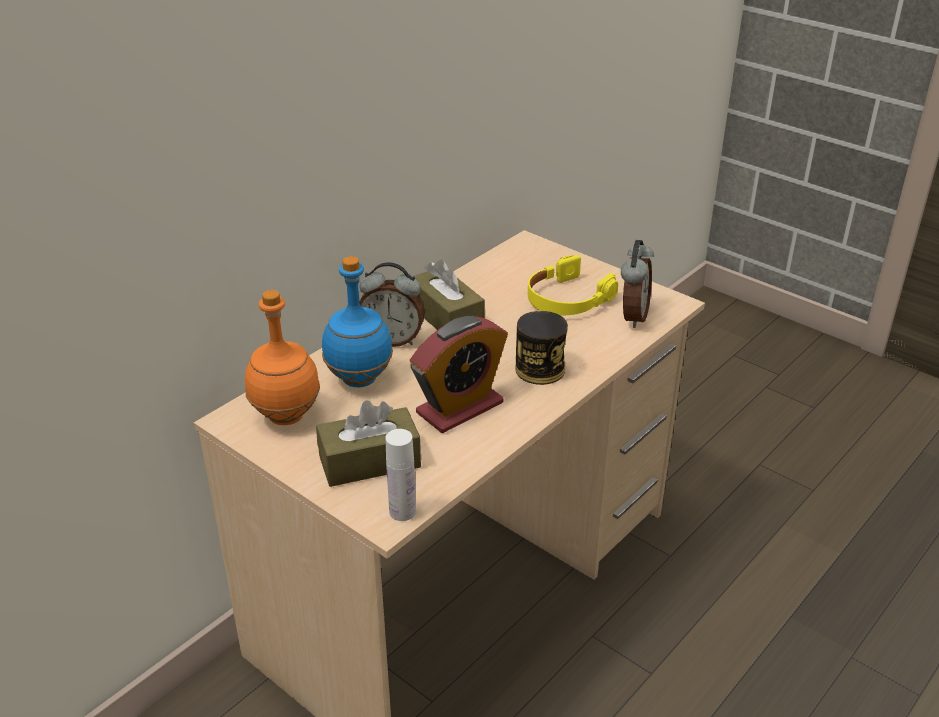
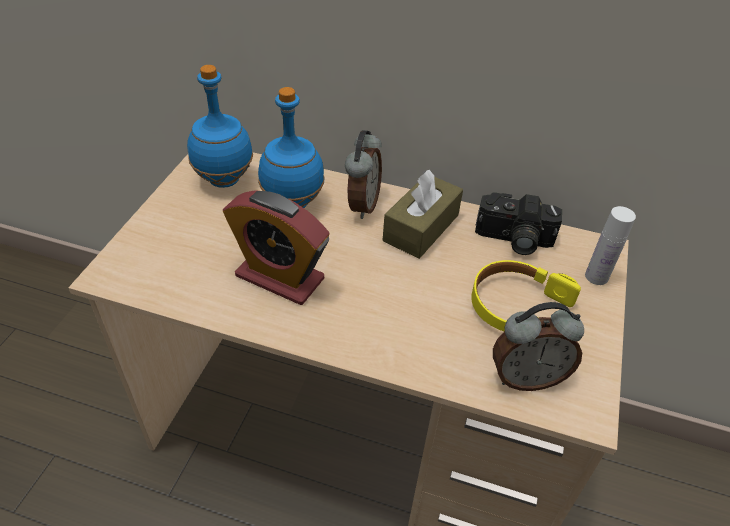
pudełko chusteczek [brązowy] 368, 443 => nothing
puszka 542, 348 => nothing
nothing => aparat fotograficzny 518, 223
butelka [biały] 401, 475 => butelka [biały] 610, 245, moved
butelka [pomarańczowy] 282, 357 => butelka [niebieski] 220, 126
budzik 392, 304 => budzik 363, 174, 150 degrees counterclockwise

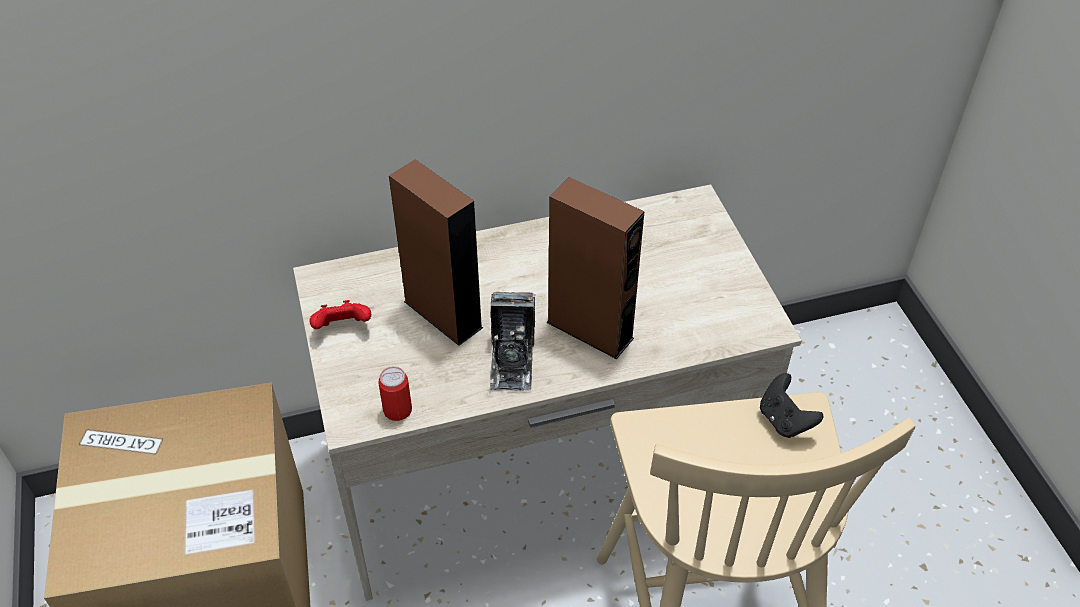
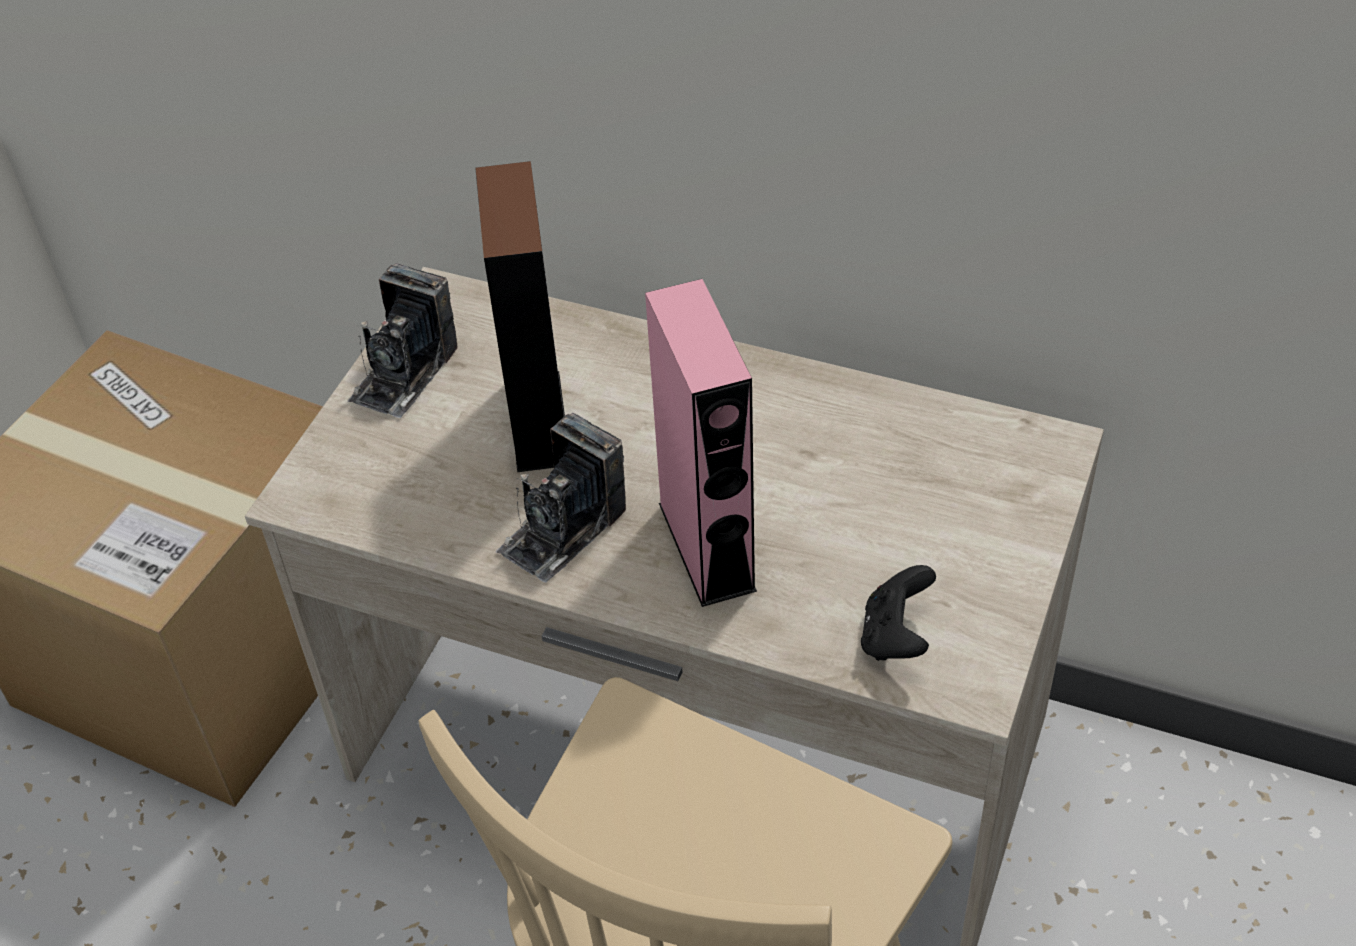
puszka 395, 393 => nothing
pad do gier [czarny] 792, 405 => pad do gier [czarny] 898, 613, moved
pad do gier [czerwony] 340, 314 => aparat fotograficzny 403, 340
głośnik [brązowy] 595, 268 => głośnik [różowy] 701, 443

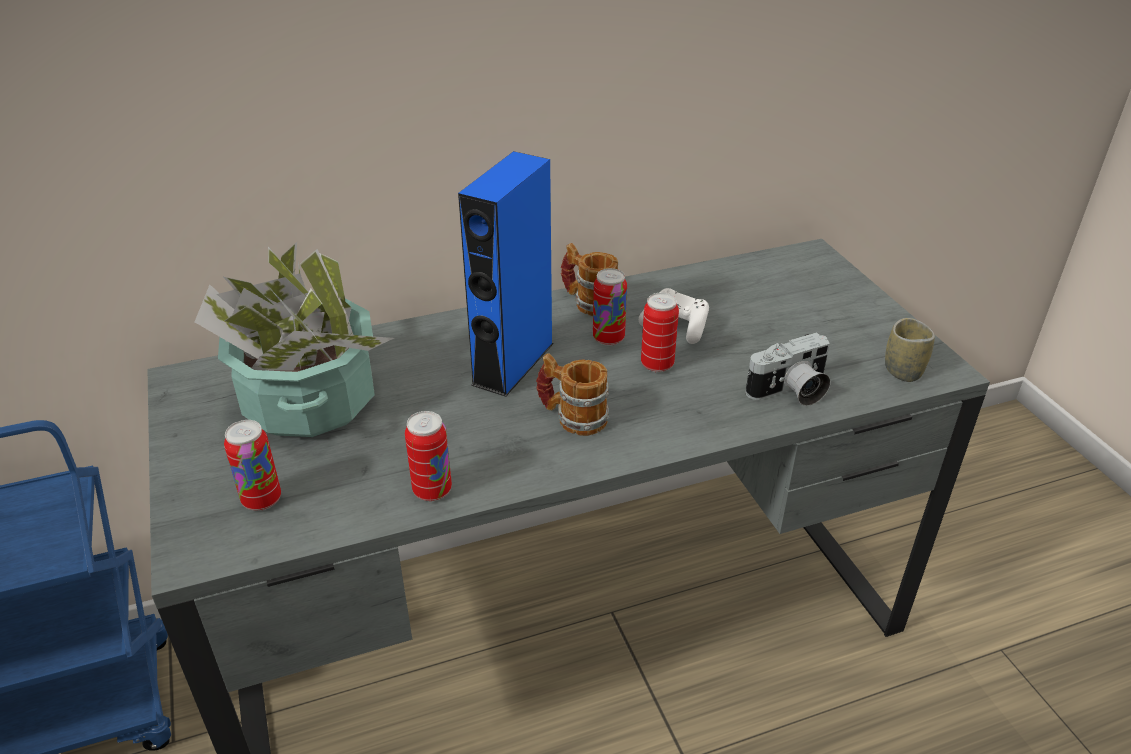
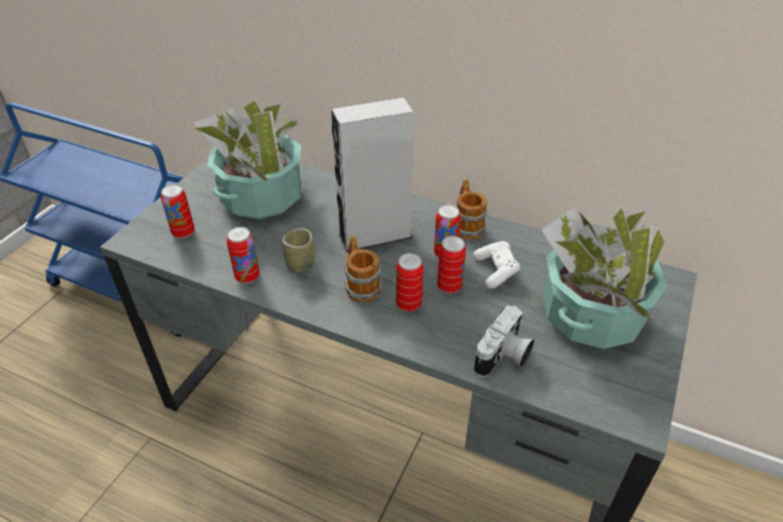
nothing => puszka 410, 282
nothing => roślina doniczkowa 605, 277
filiżanka 910, 350 => filiżanka 298, 250, moved
głośnik [niebieski] 506, 274 => głośnik [szary] 372, 174
aparat fotograficzny 788, 369 => aparat fotograficzny 504, 341, 75 degrees counterclockwise

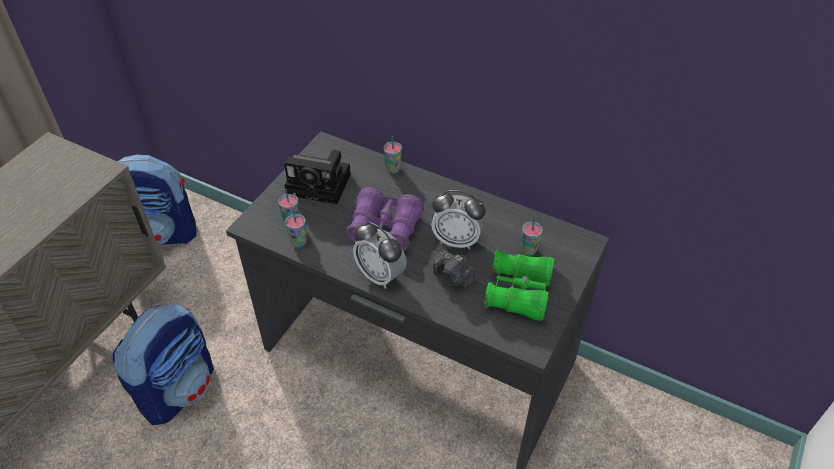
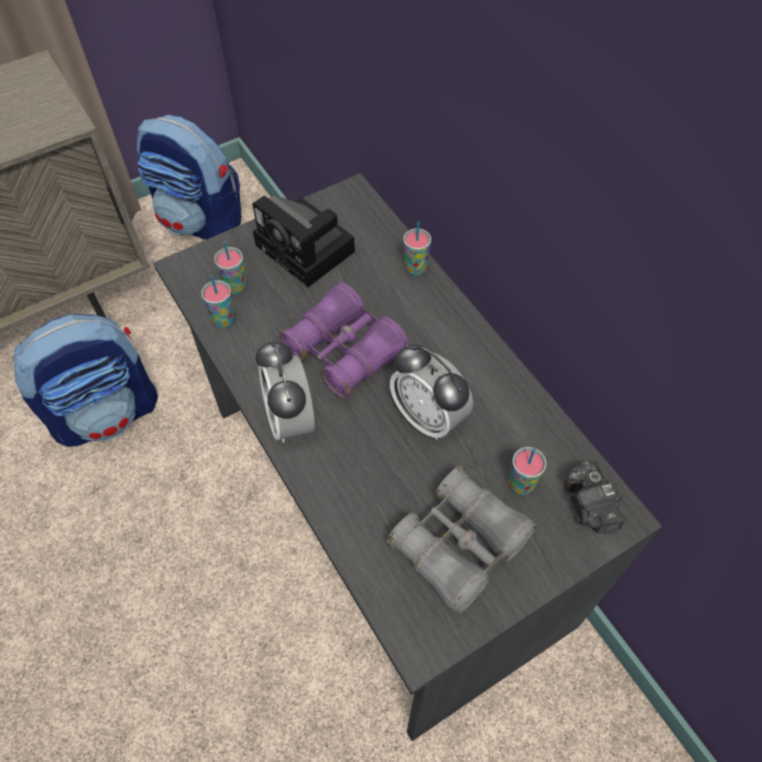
aparat fotograficzny 454, 269 => aparat fotograficzny 595, 497, moved
lornetka [zielony] 519, 285 => lornetka [szary] 461, 540

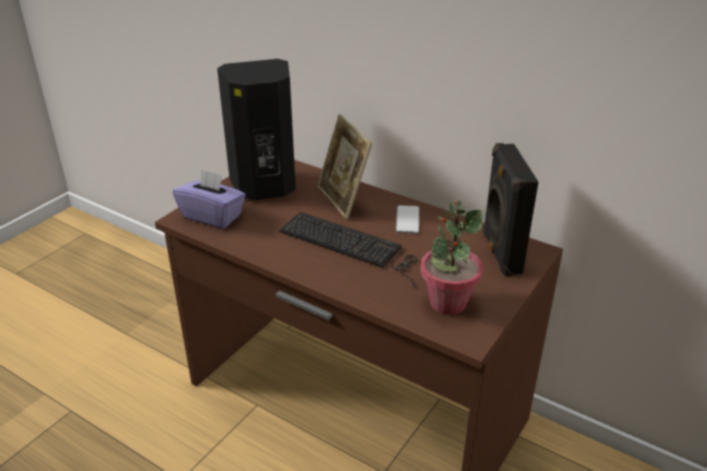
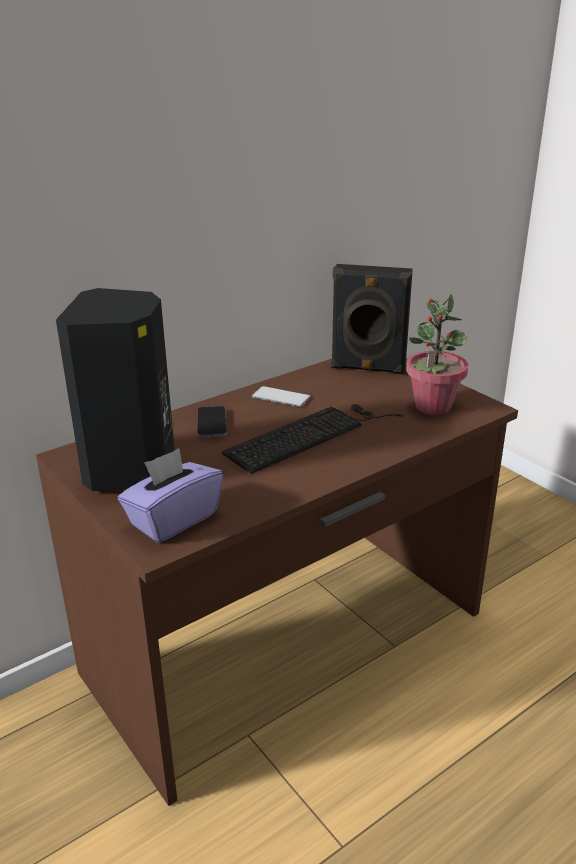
ramka na zdjęcie 344, 166 => telefon 212, 422

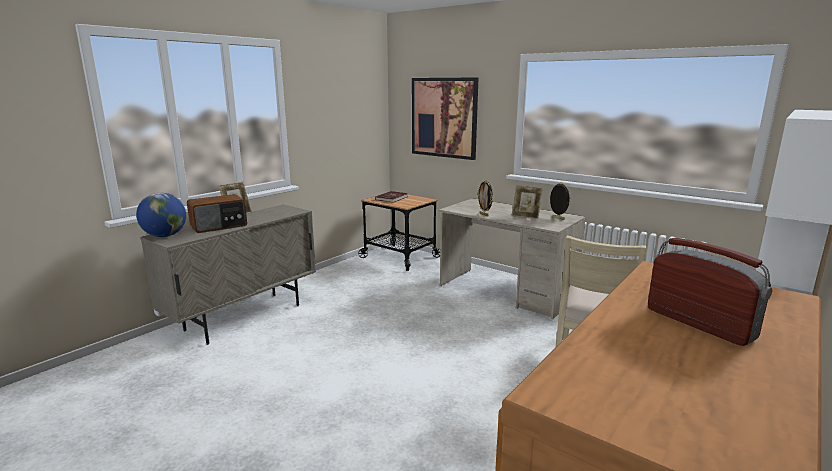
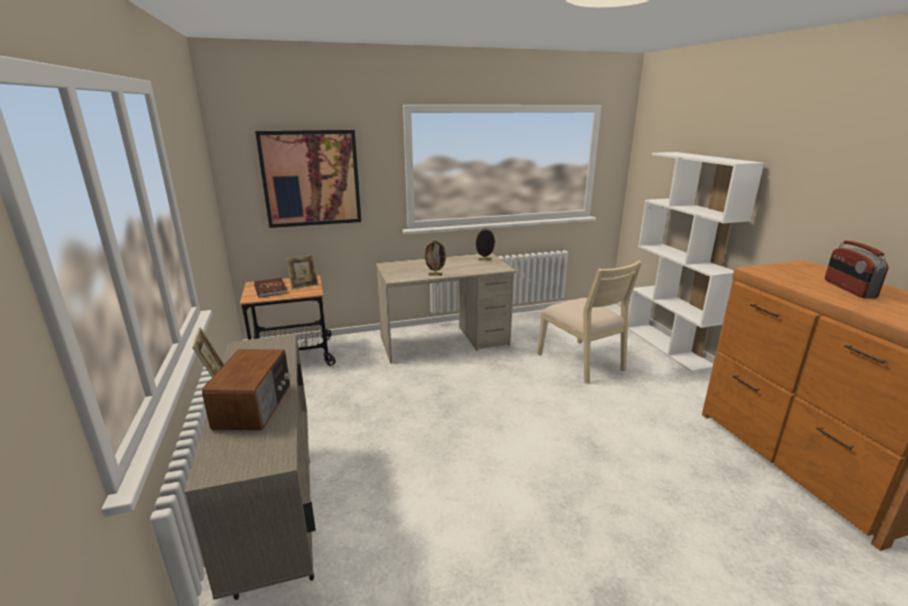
globus 161, 215 => nothing
ramka na zdjęcie 527, 202 => ramka na zdjęcie 302, 272, moved
radio 710, 292 => radio 857, 269, 90 degrees counterclockwise

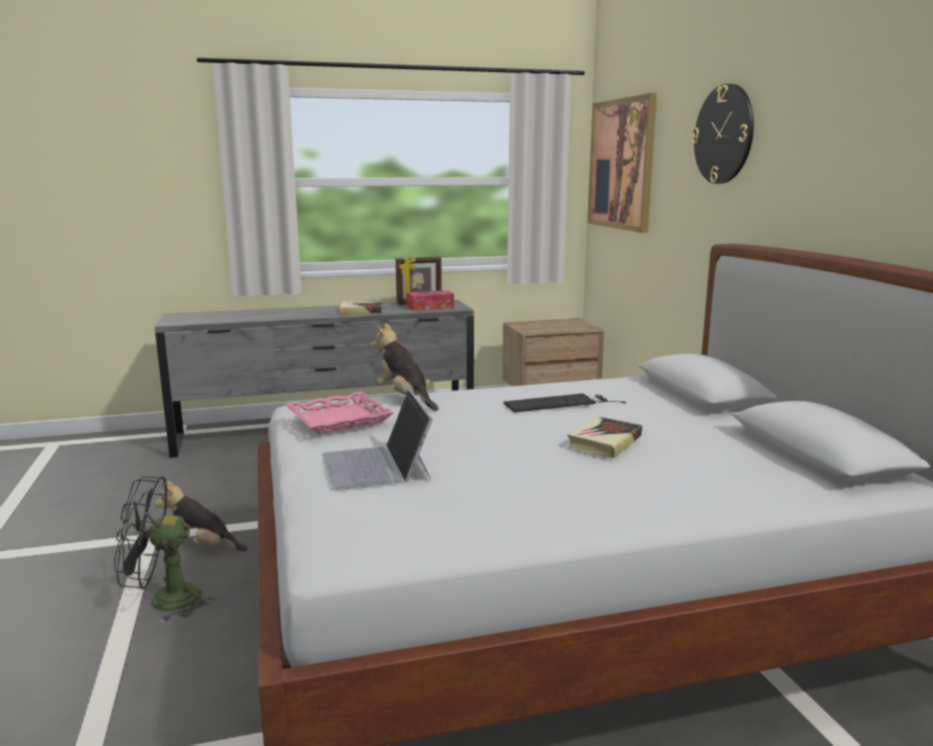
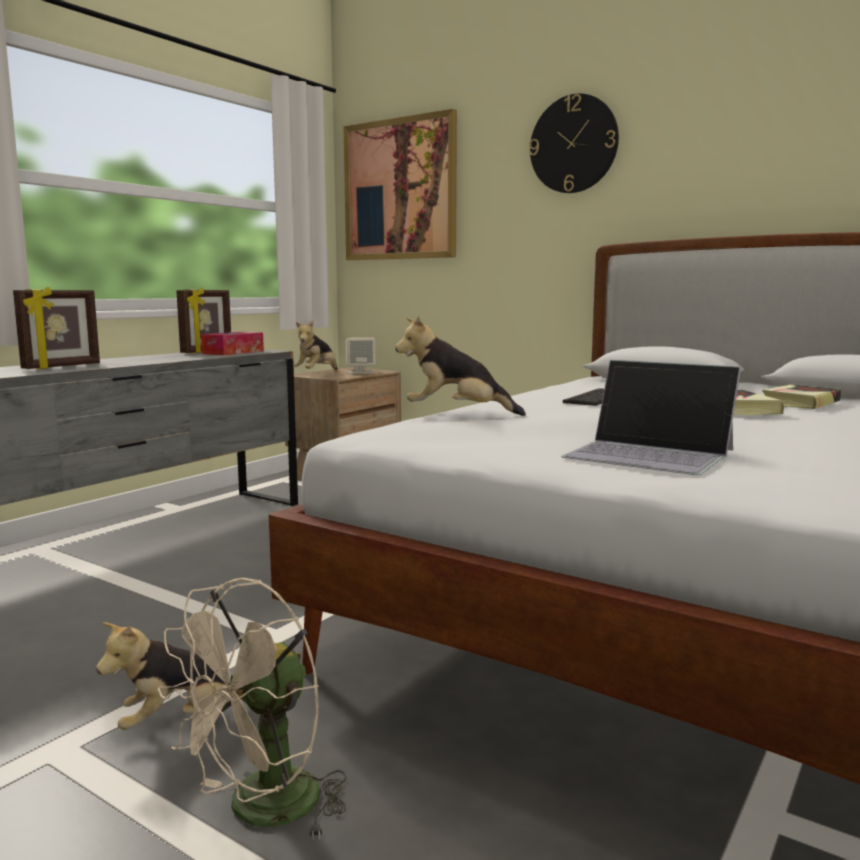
taca [różowy] 339, 412 => nothing
nothing => ramka na zdjęcie 56, 328
nothing => pluszak 315, 345
nothing => głośnik [beżowy] 361, 356
książka 361, 307 => książka 802, 397, moved
wentylator [czarny] 164, 549 => wentylator [beżowy] 252, 709

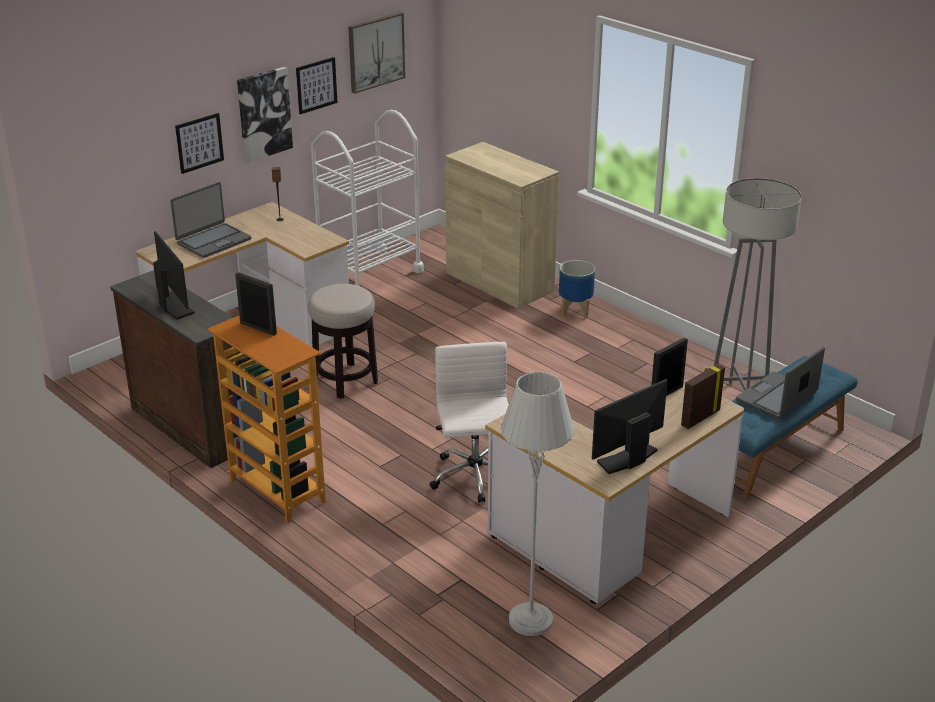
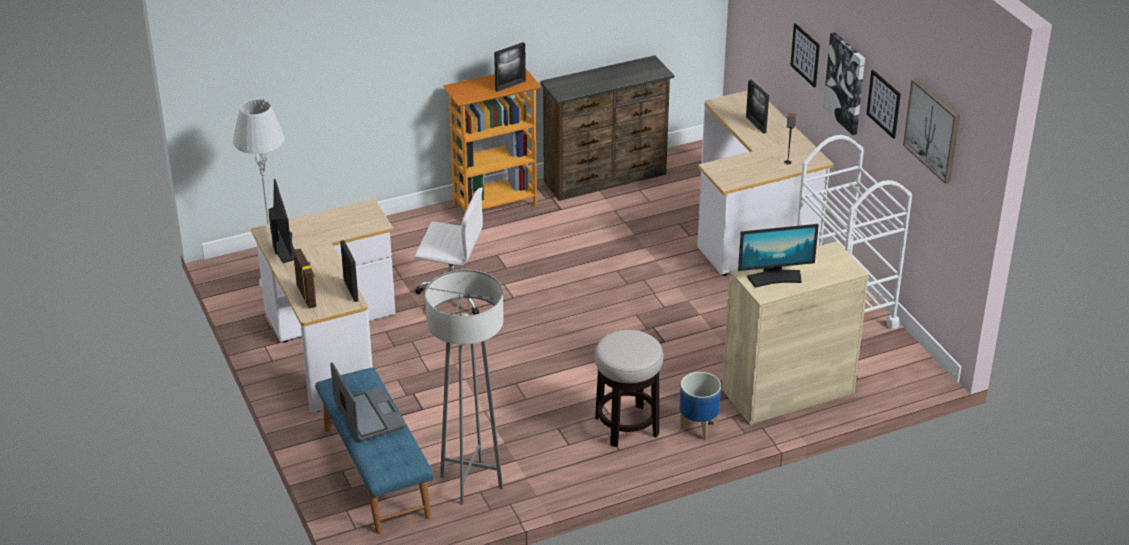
monitor 174, 275 => monitor 778, 256, moved
stołek 343, 341 => stołek 628, 388, moved
laptop 211, 220 => ramka na zdjęcie 757, 107

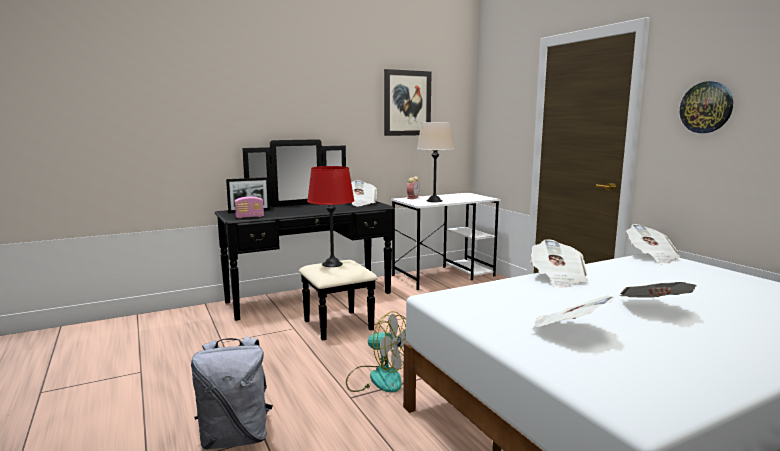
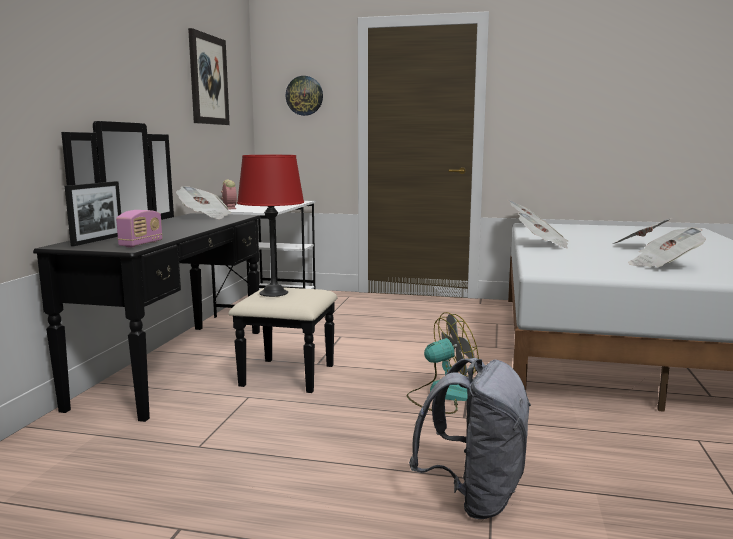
lampa stołowa [beżowy] 435, 162 => nothing
zegar ścienny 706, 107 => zegar ścienny 304, 96, moved

